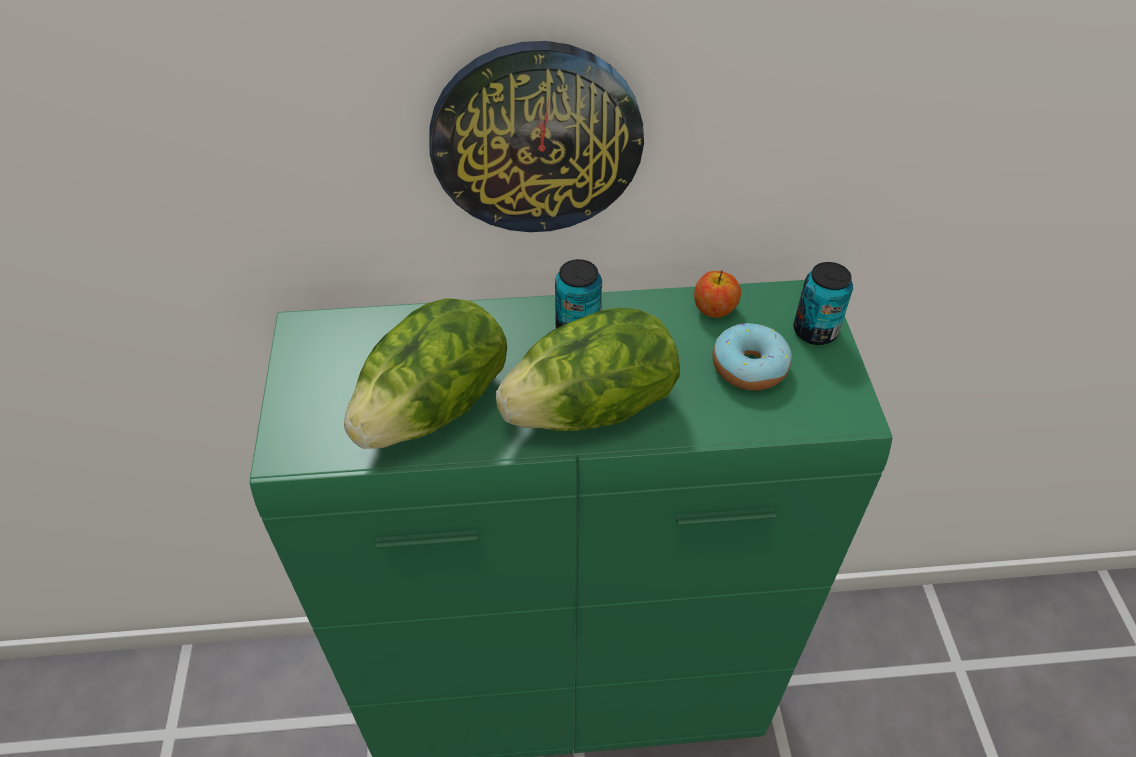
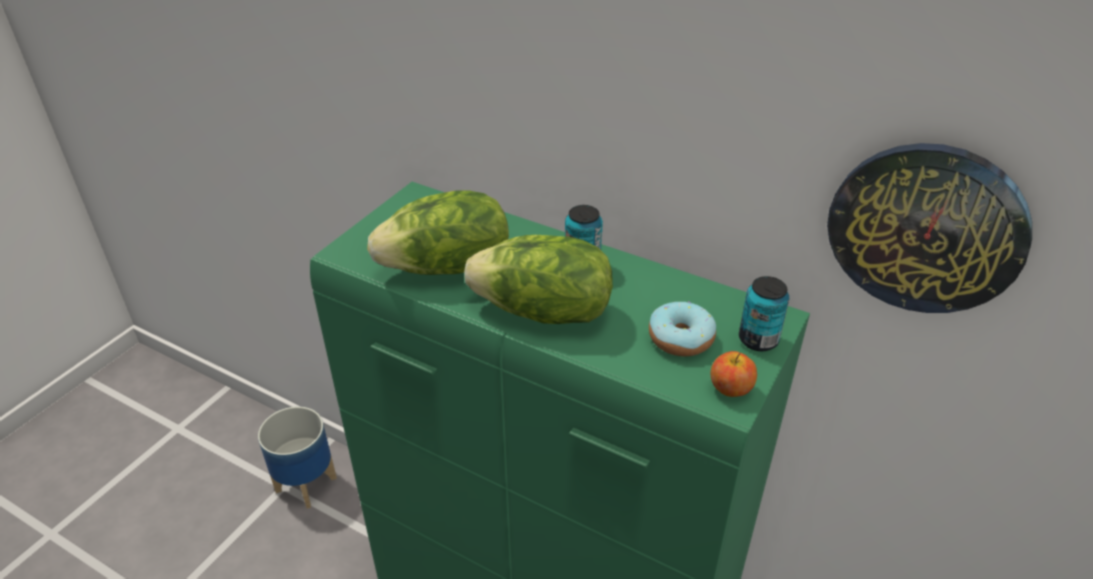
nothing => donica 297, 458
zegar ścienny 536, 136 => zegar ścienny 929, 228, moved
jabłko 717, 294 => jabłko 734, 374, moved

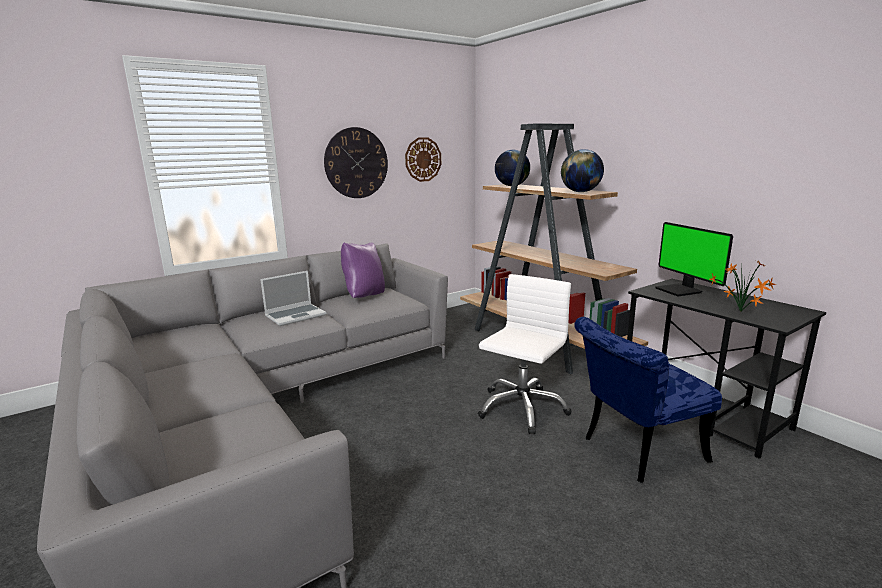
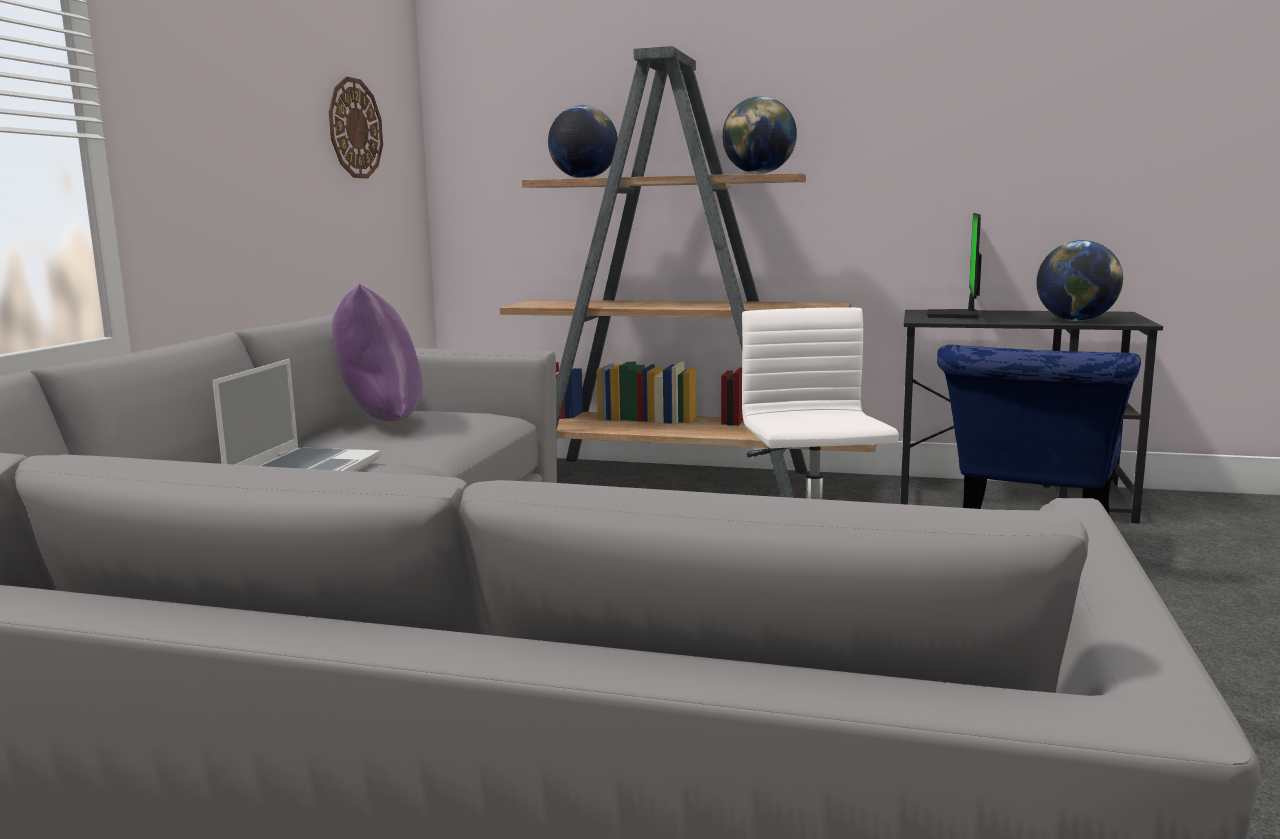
zegar ścienny 356, 162 => nothing
roślina doniczkowa 743, 285 => globus 1079, 280
monitor 694, 259 => monitor 954, 265, 75 degrees clockwise

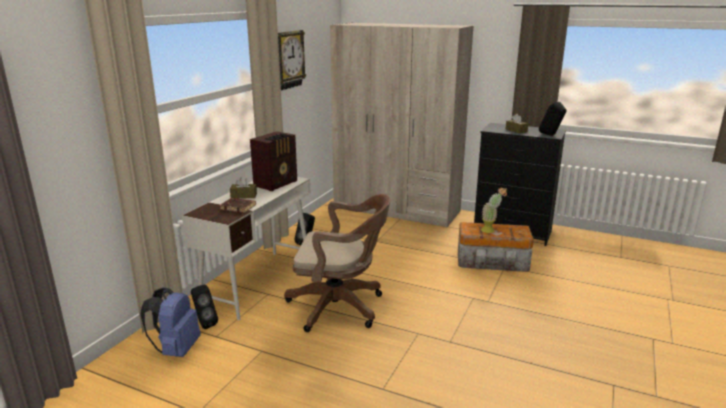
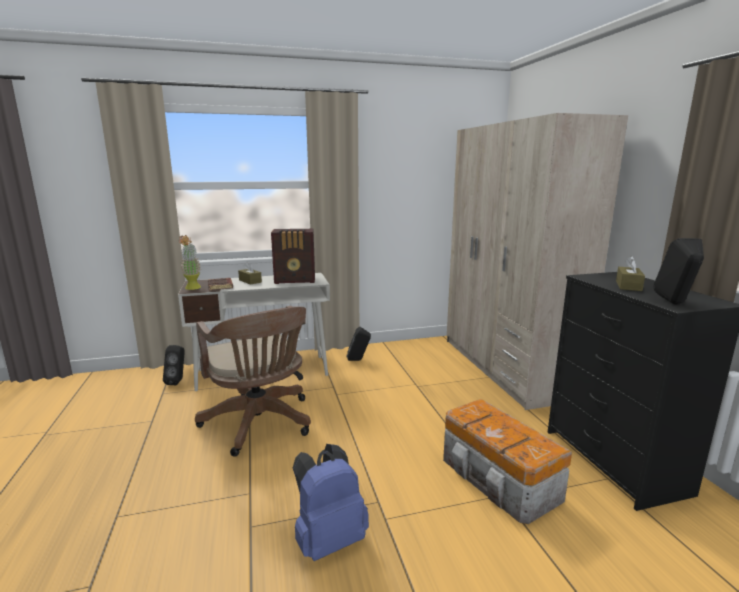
zegar ścienny 292, 60 => nothing
plecak [niebieski] 170, 322 => plecak [niebieski] 331, 502, moved
roślina doniczkowa 494, 210 => roślina doniczkowa 190, 262, moved

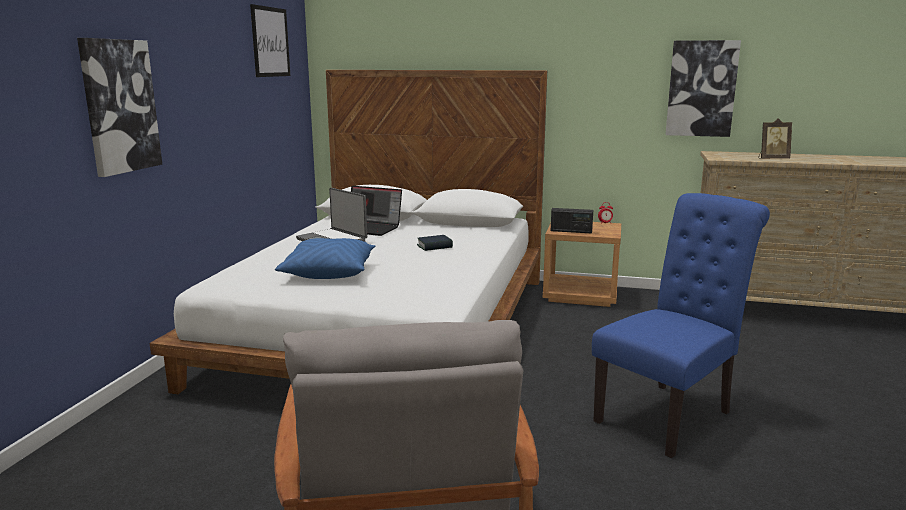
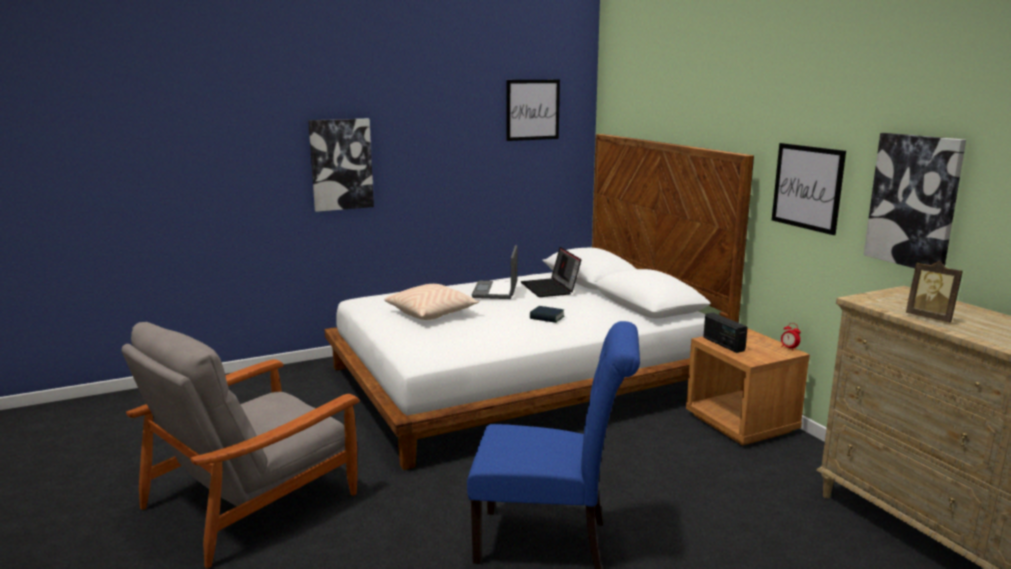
nothing => obraz 809, 189
poduszka [niebieski] 325, 258 => poduszka [beżowy] 431, 302

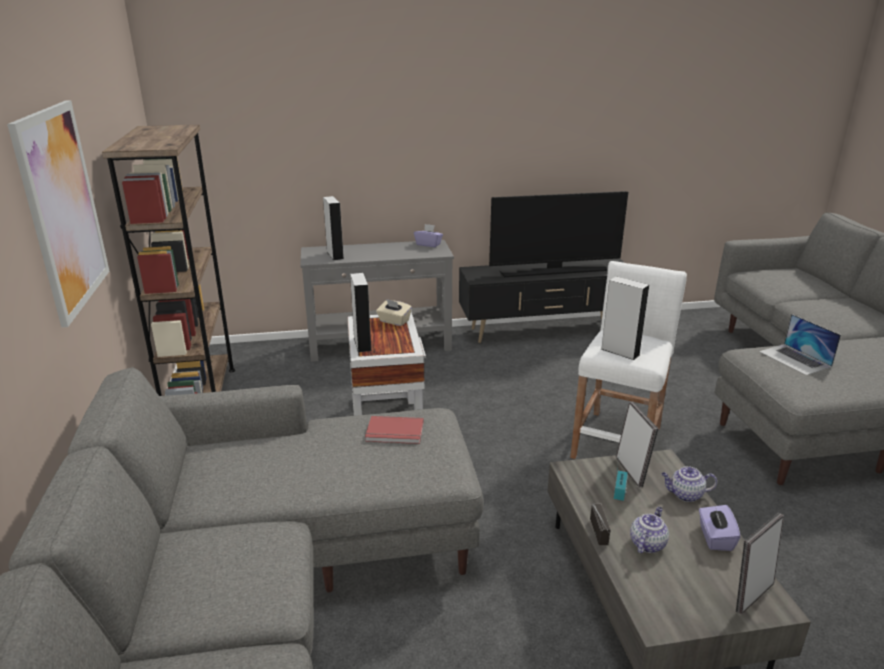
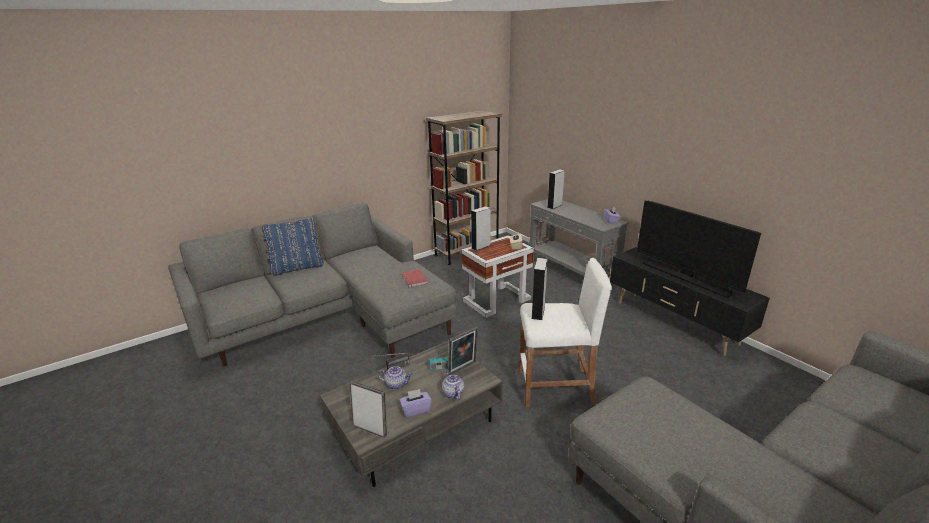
obraz 58, 214 => nothing
laptop 800, 344 => nothing
nothing => poduszka [niebieski] 293, 246

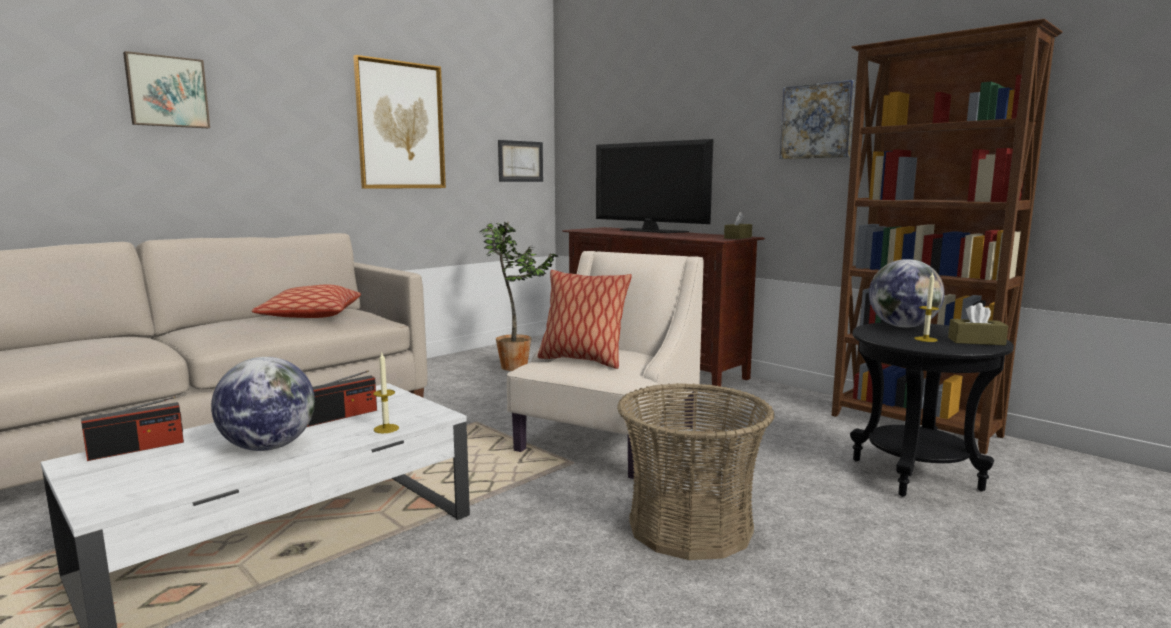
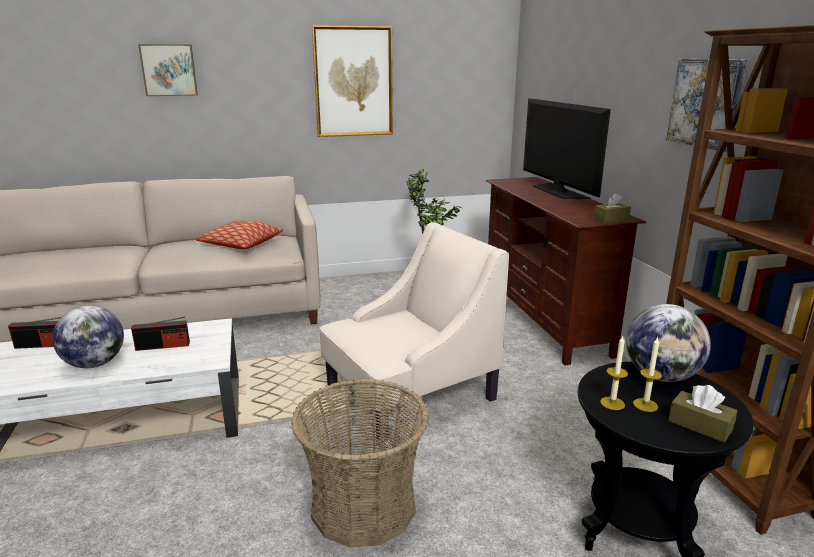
obraz 520, 161 => nothing
poduszka 585, 319 => nothing
świeca 386, 393 => świeca 614, 373, moved

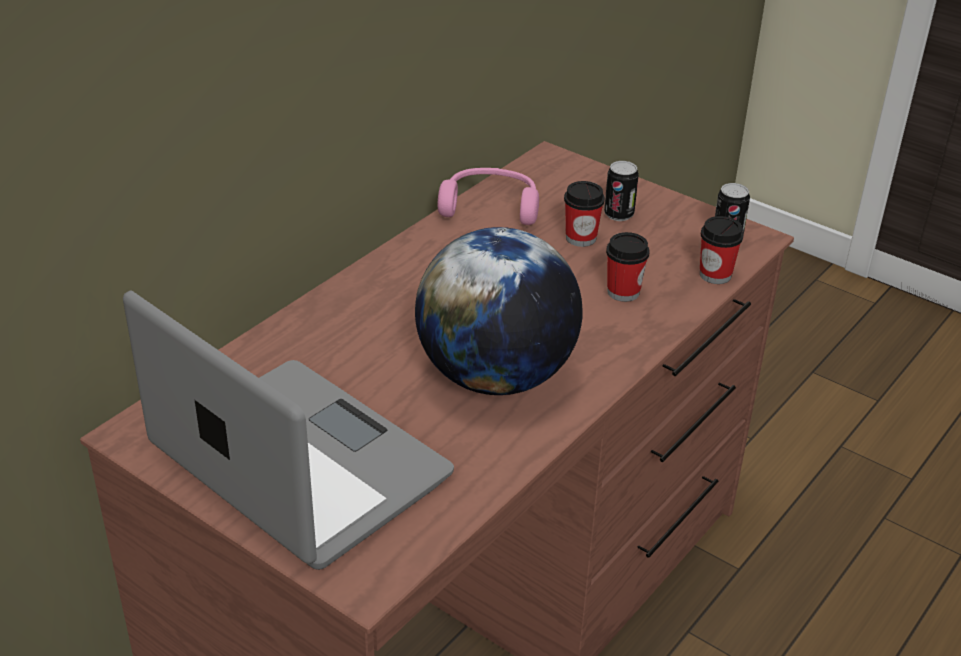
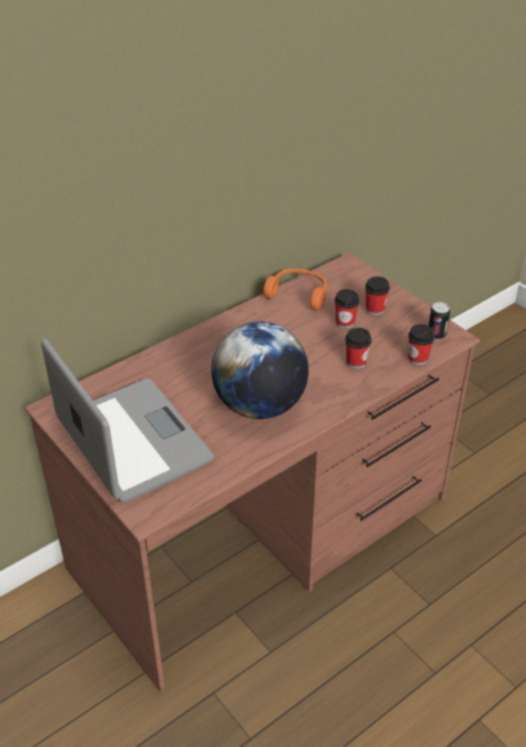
puszka 621, 191 => filiżanka 377, 296
słuchawki [różowy] 488, 196 => słuchawki [pomarańczowy] 295, 289

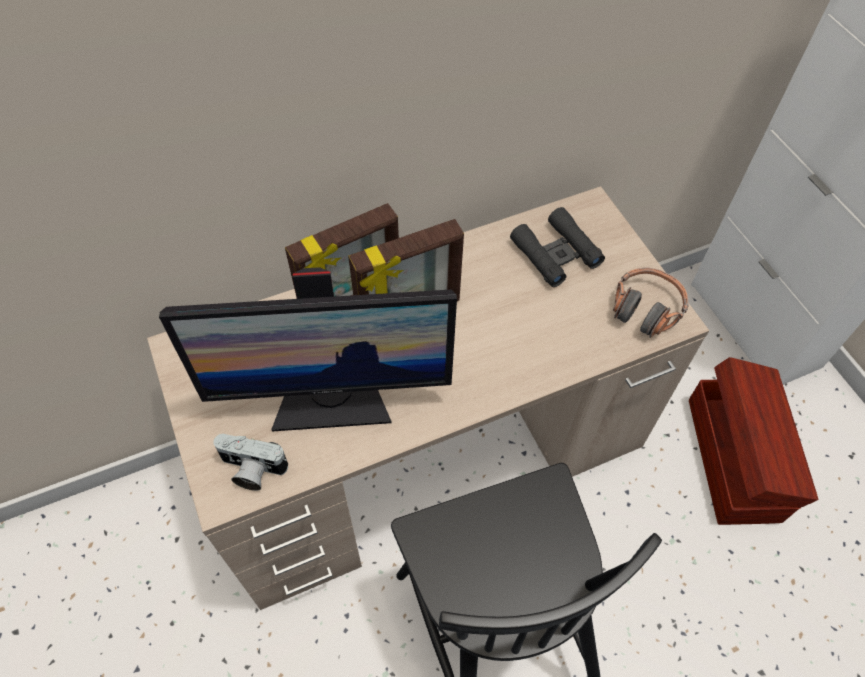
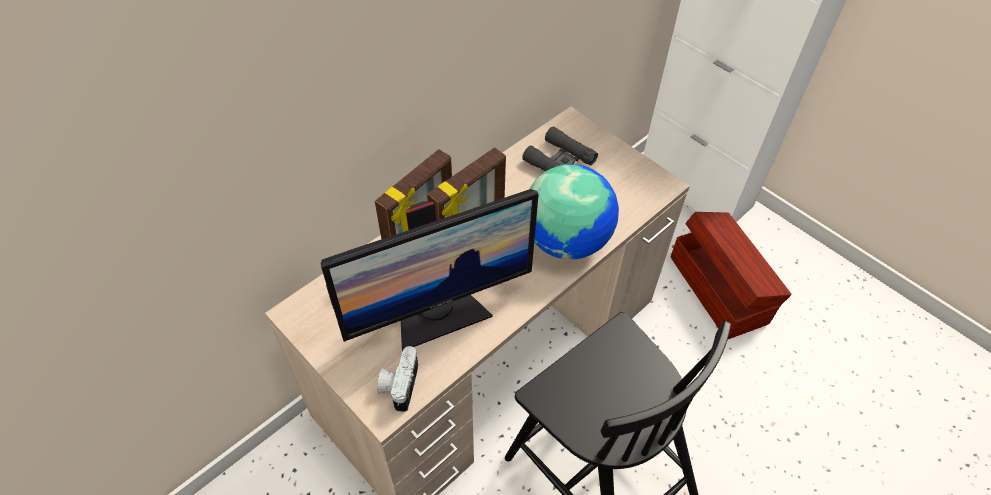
słuchawki 651, 303 => nothing
nothing => globus 574, 211
aparat fotograficzny 251, 462 => aparat fotograficzny 397, 379, 105 degrees clockwise

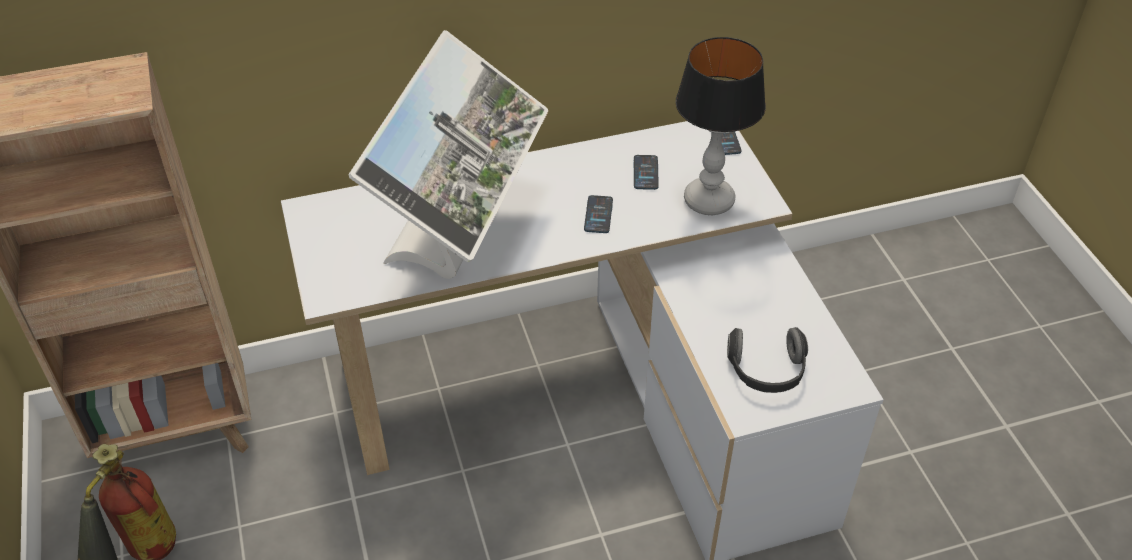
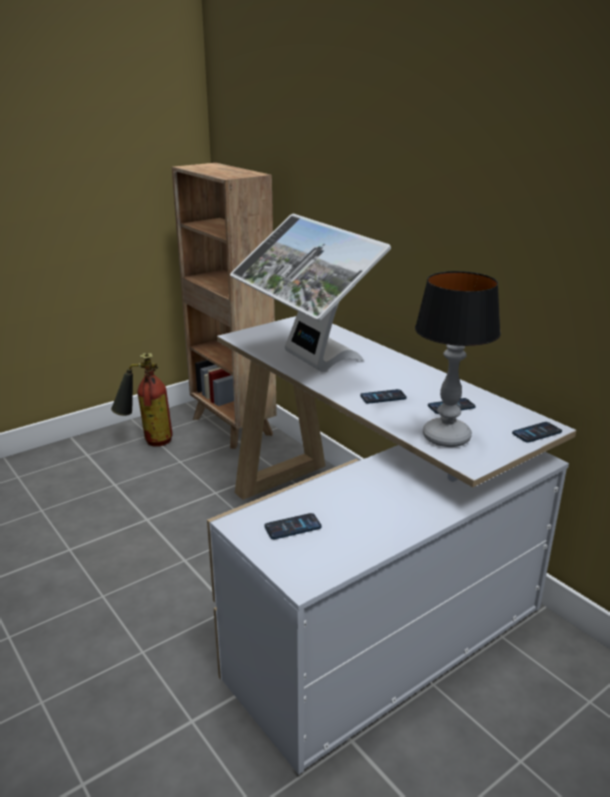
słuchawki 767, 360 => telefon 292, 526
monitor 448, 154 => monitor 310, 293, 60 degrees clockwise

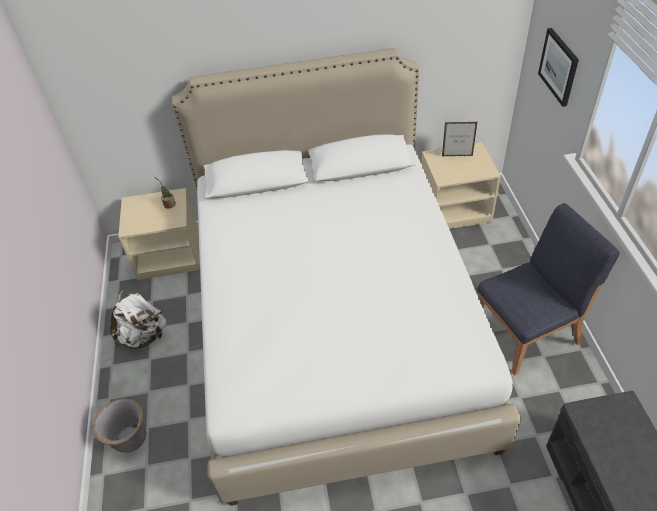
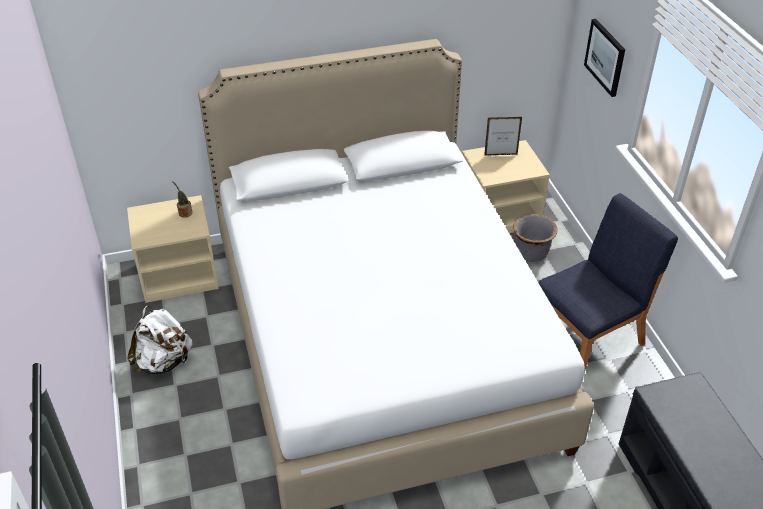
donica [szary] 119, 425 => donica [szary] 535, 238, moved

